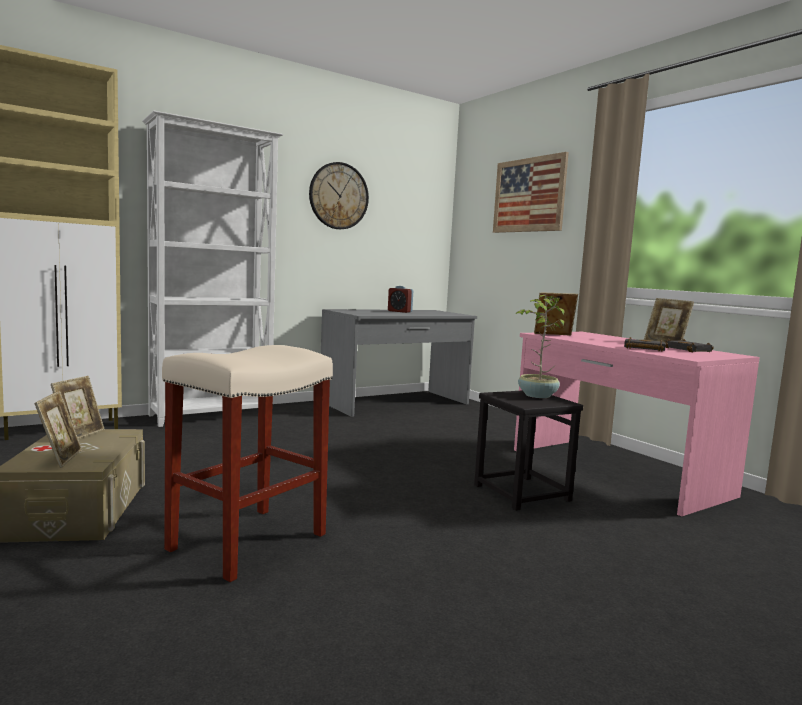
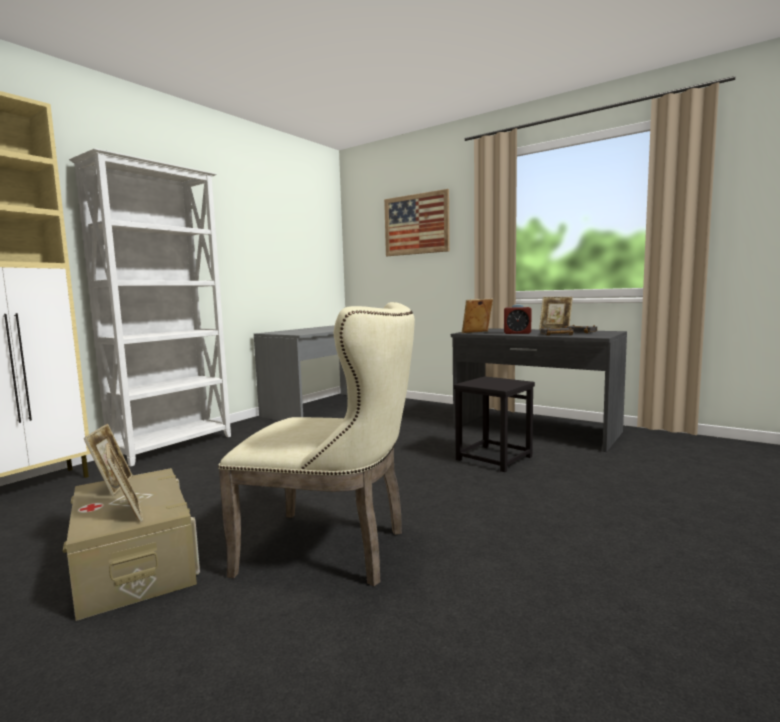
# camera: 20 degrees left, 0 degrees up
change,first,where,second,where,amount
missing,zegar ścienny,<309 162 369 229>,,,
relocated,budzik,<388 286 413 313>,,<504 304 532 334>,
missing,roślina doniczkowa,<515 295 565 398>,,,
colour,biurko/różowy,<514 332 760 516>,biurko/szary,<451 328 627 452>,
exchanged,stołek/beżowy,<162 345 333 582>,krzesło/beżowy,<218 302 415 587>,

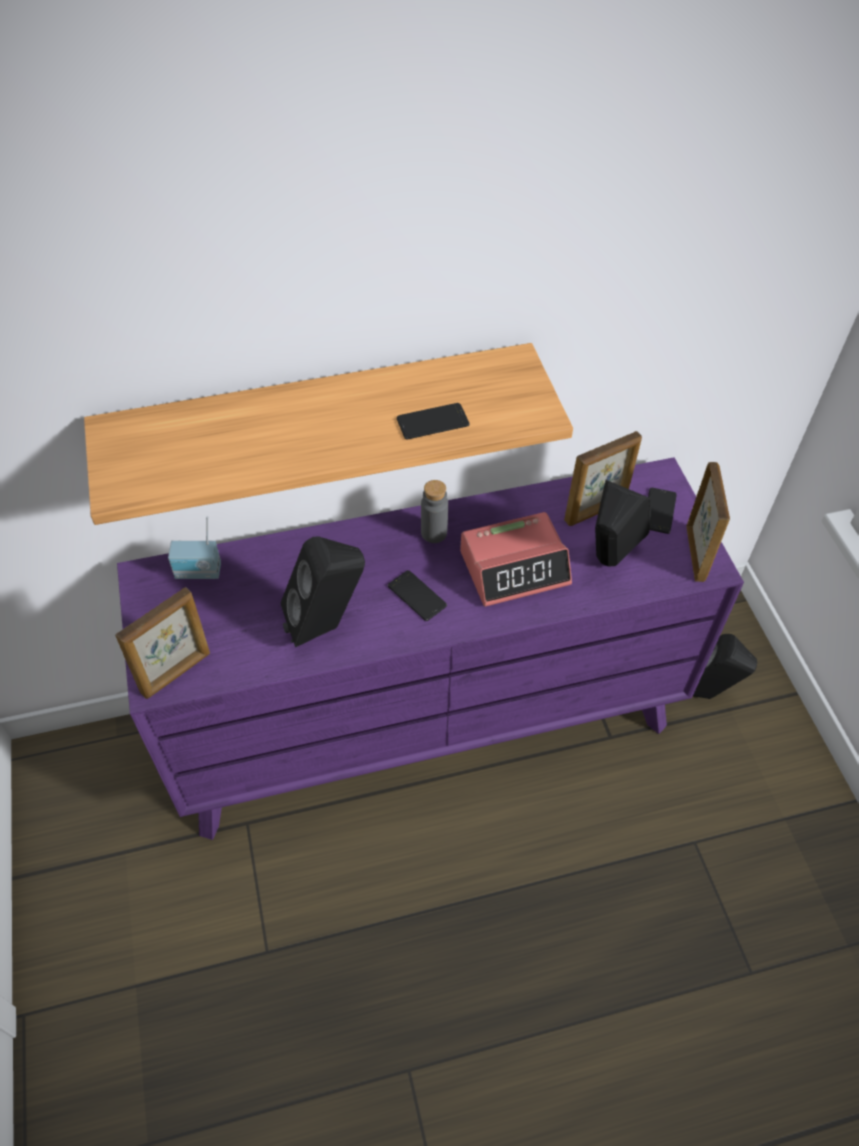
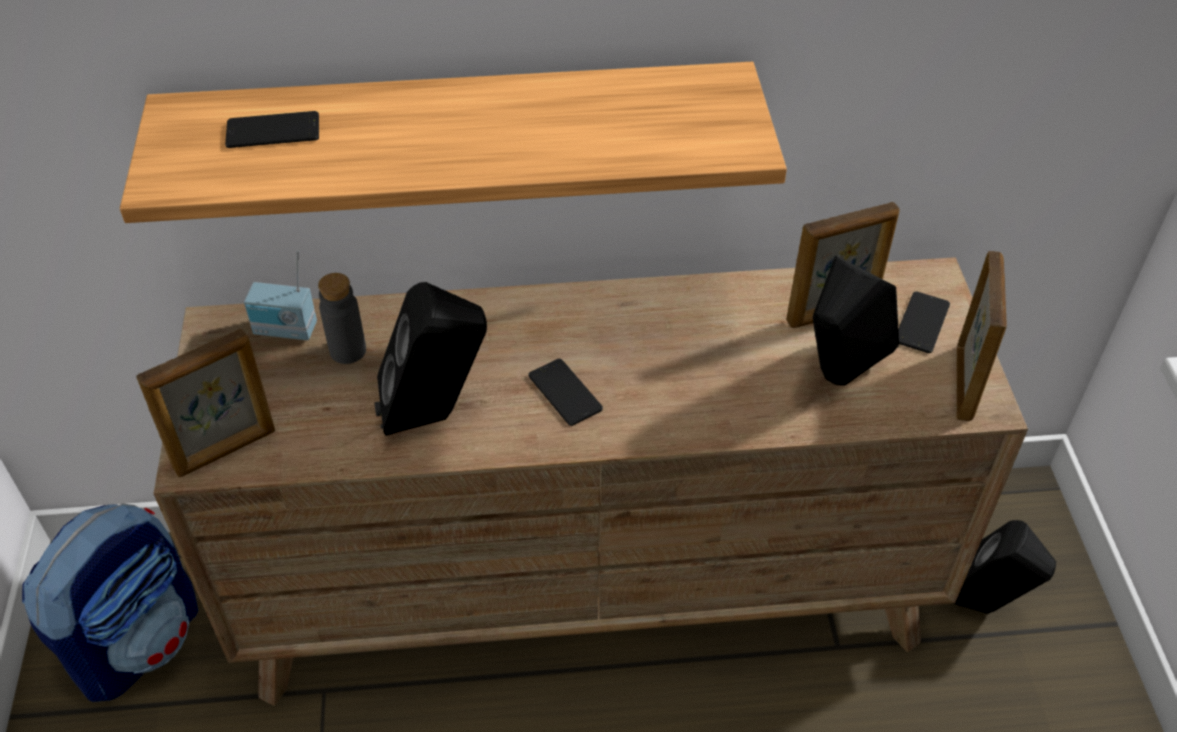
# camera: 10 degrees right, 5 degrees down
change,first,where,second,where,amount
relocated,telefon,<397 403 470 439>,,<225 111 319 148>,
colour,komoda/fioletowy,<117 457 744 840>,komoda/brązowy,<153 257 1028 706>,
relocated,butelka/szary,<421 480 448 543>,,<318 273 366 364>,
missing,budzik,<460 512 572 607>,,,
appeared,,,plecak,<22 504 198 702>,

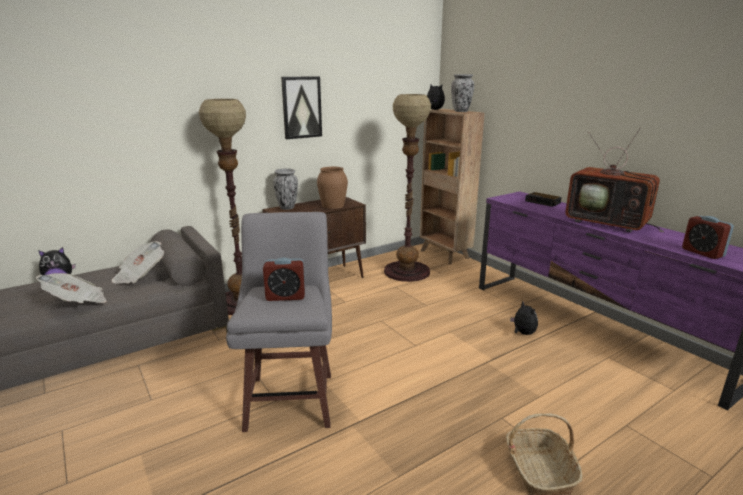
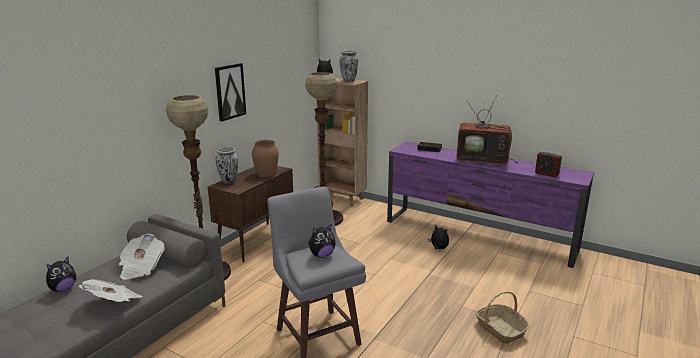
# camera: 25 degrees left, 0 degrees up
change,first,where,second,where,amount
exchanged,budzik,<263 258 305 301>,pluszak,<308 223 336 258>,

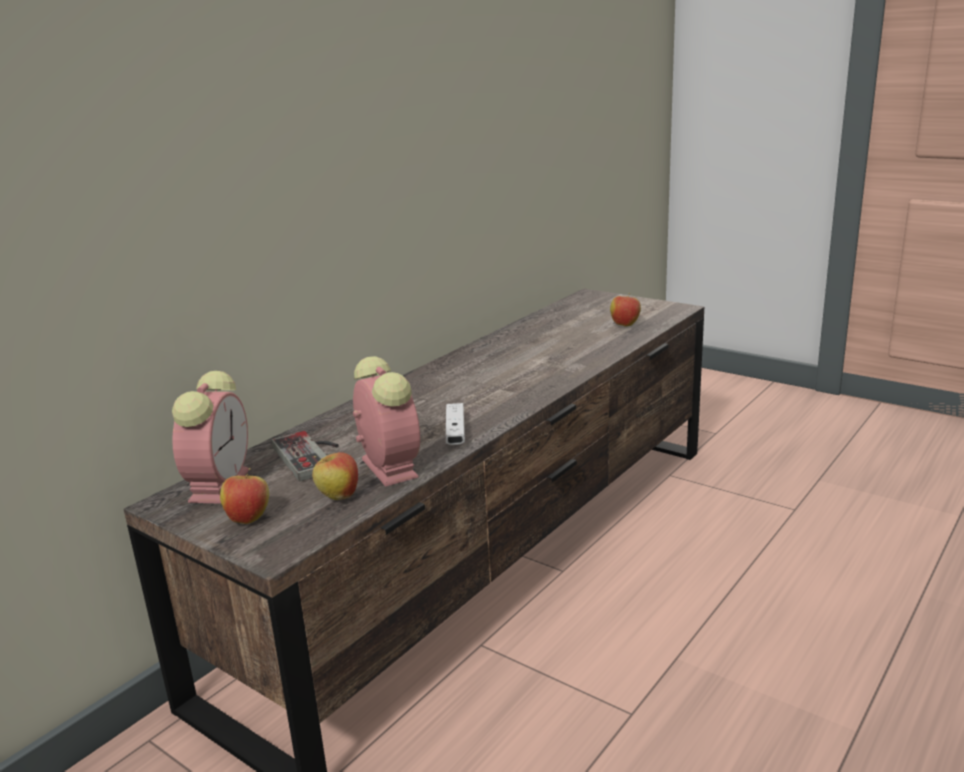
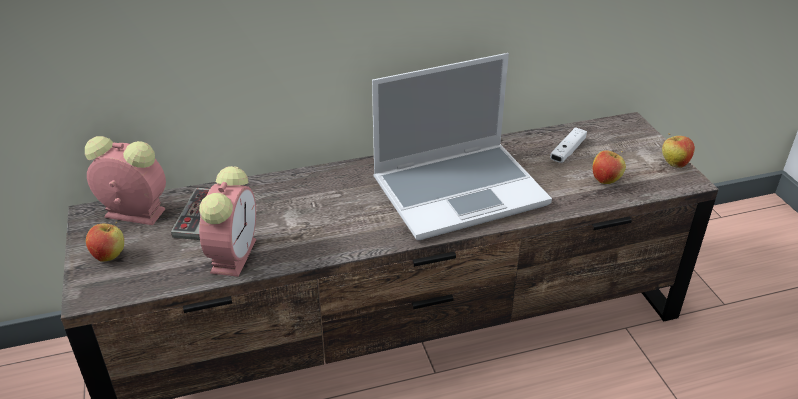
# camera: 35 degrees right, 15 degrees up
change,first,where,second,where,amount
spun,budzik,<172 370 249 504>,,<85 136 166 225>,120 degrees counterclockwise
relocated,pad do gier/biały,<446 403 465 445>,,<550 127 587 163>,
relocated,jabłko,<312 452 358 500>,,<662 133 695 168>,
appeared,,,laptop,<372 53 552 240>,

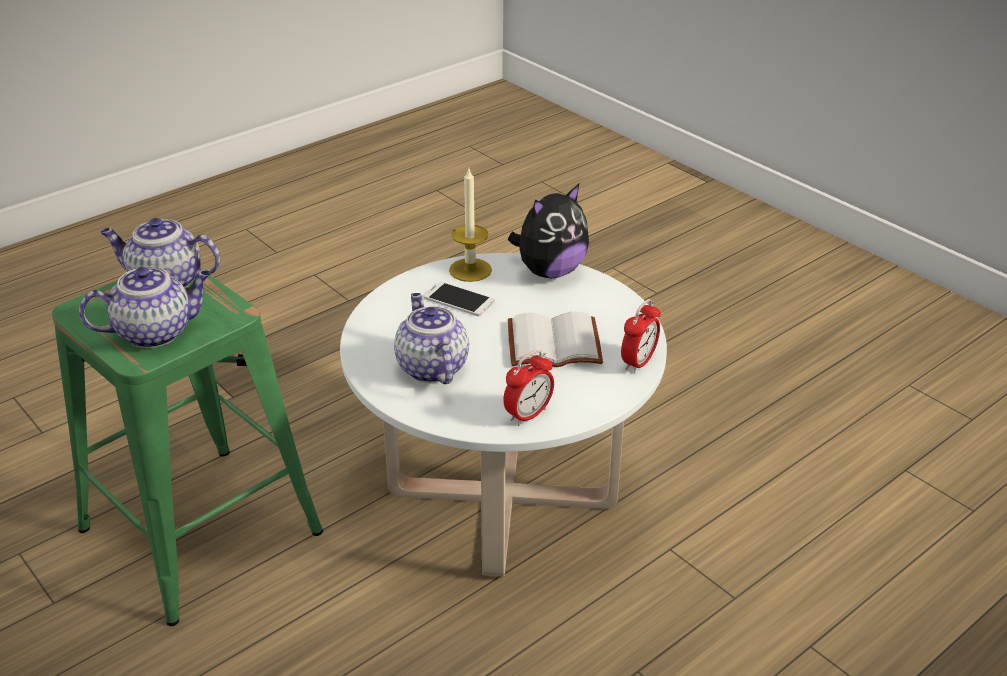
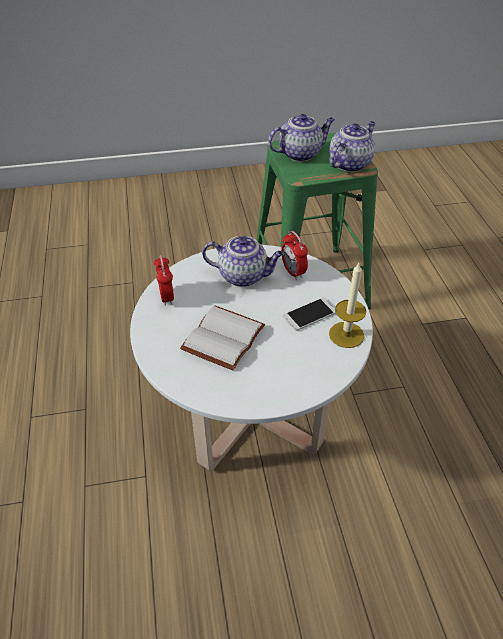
# camera: 120 degrees right, 10 degrees up
change,first,where,second,where,amount
missing,pluszak,<508 184 589 278>,,,
spun,imbryk,<79 267 211 348>,,<268 114 335 162>,120 degrees counterclockwise
relocated,budzik,<621 299 661 373>,,<281 231 308 280>,

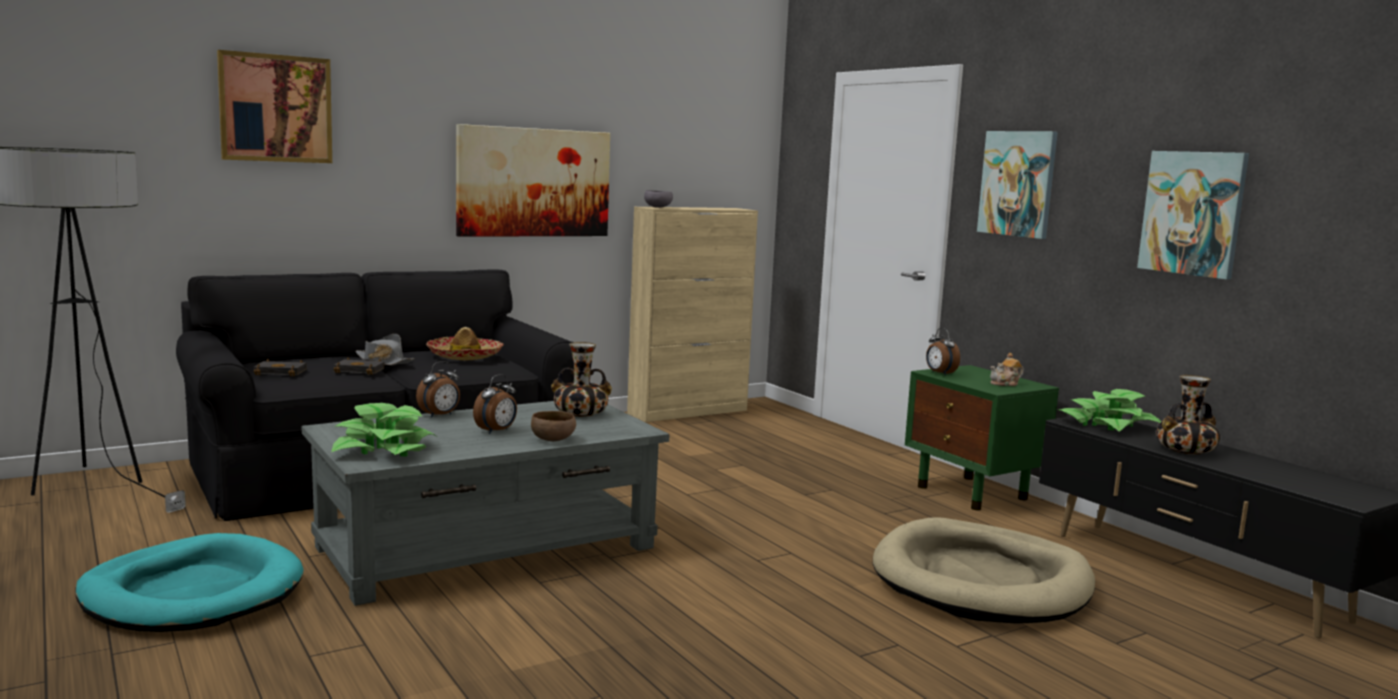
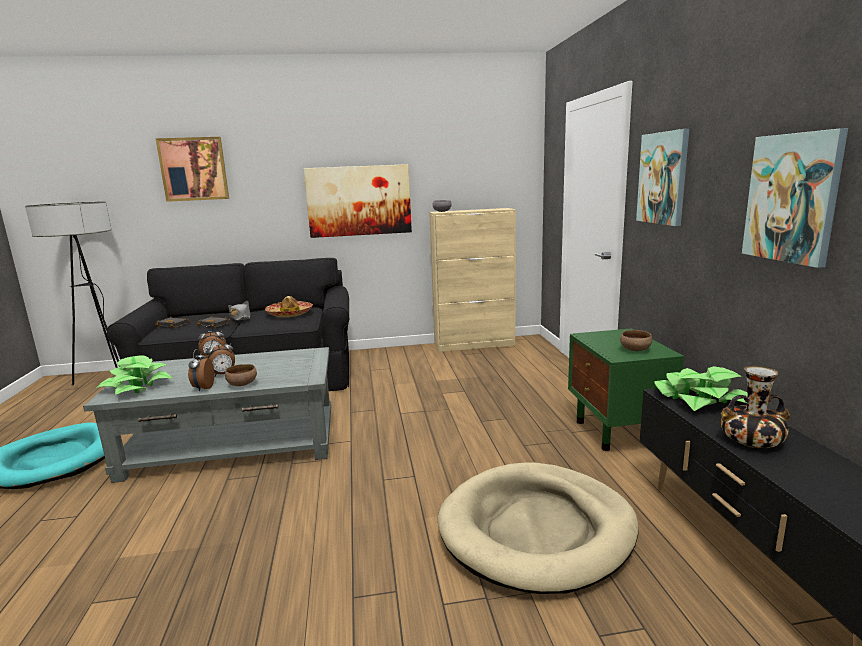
# camera: 25 degrees right, 5 degrees up
change,first,where,second,where,amount
relocated,budzik,<926 328 960 376>,,<188 349 214 392>,
missing,wazon,<551 342 612 417>,,,
exchanged,imbryk,<990 353 1024 386>,miska/brązowy,<620 330 652 351>,

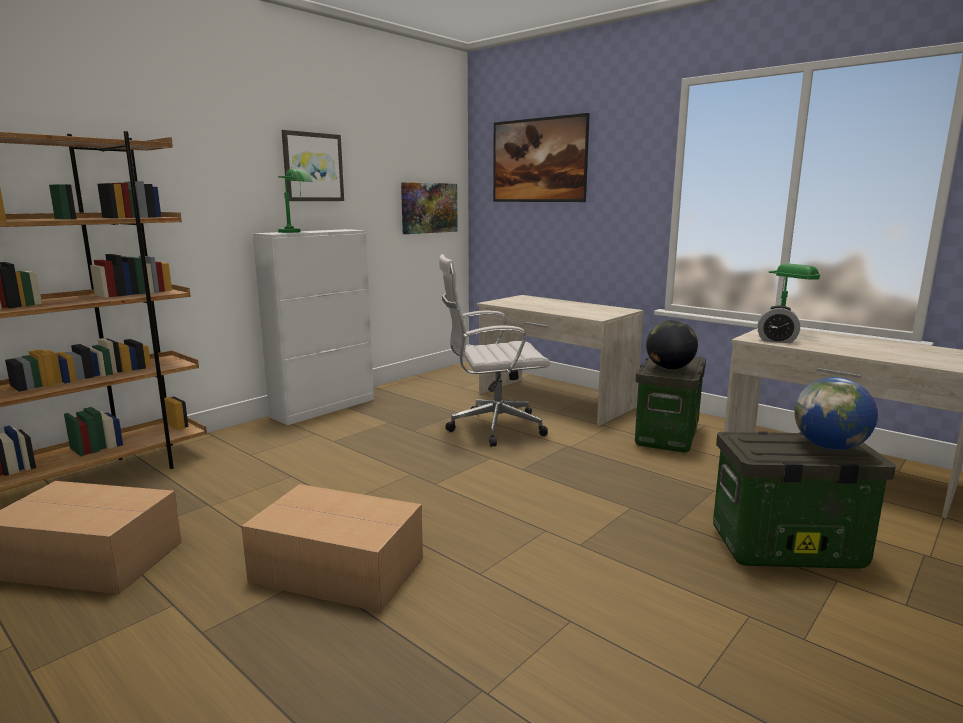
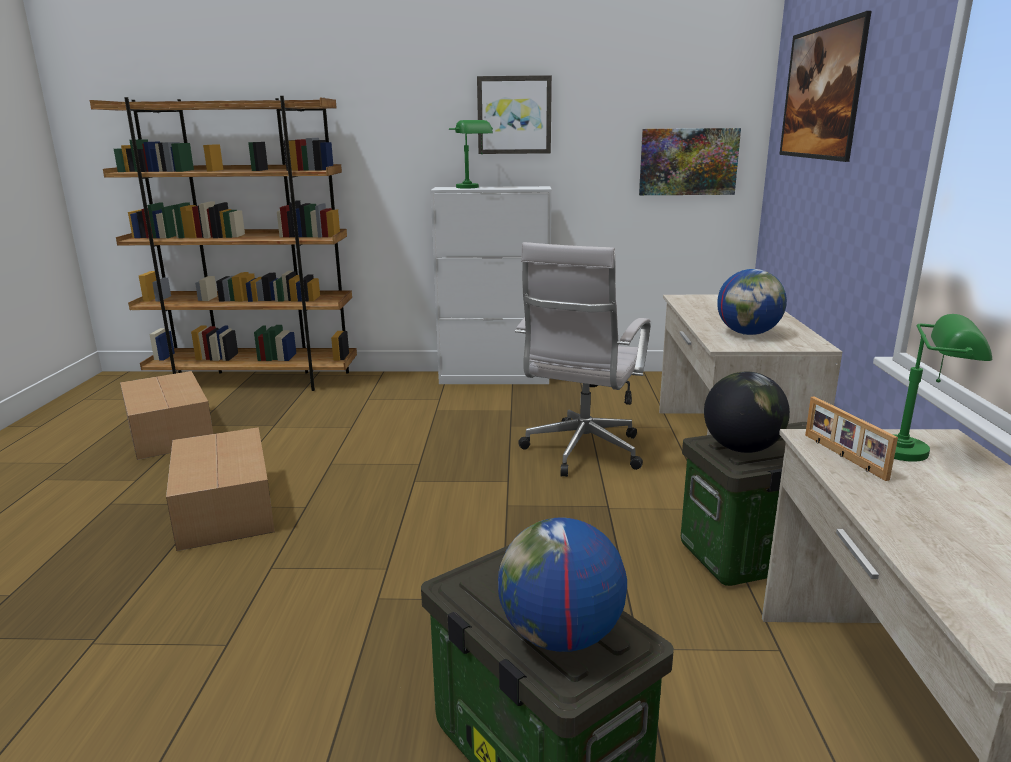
# camera: 50 degrees right, 5 degrees up
change,first,where,second,where,amount
spun,krzesło biurowe/biały,<439 254 550 447>,,<515 242 650 477>,105 degrees counterclockwise
exchanged,budzik,<758 306 800 343>,ramka na zdjęcie,<805 396 898 481>,
appeared,,,globus,<717 269 787 335>,

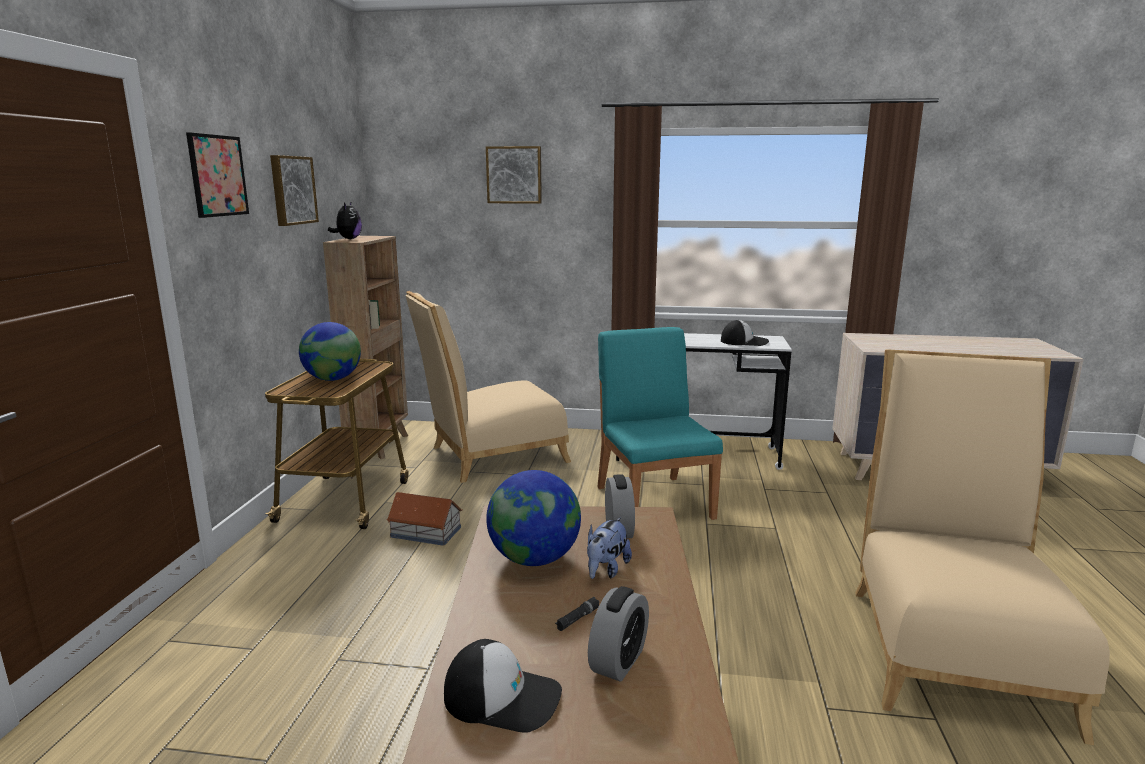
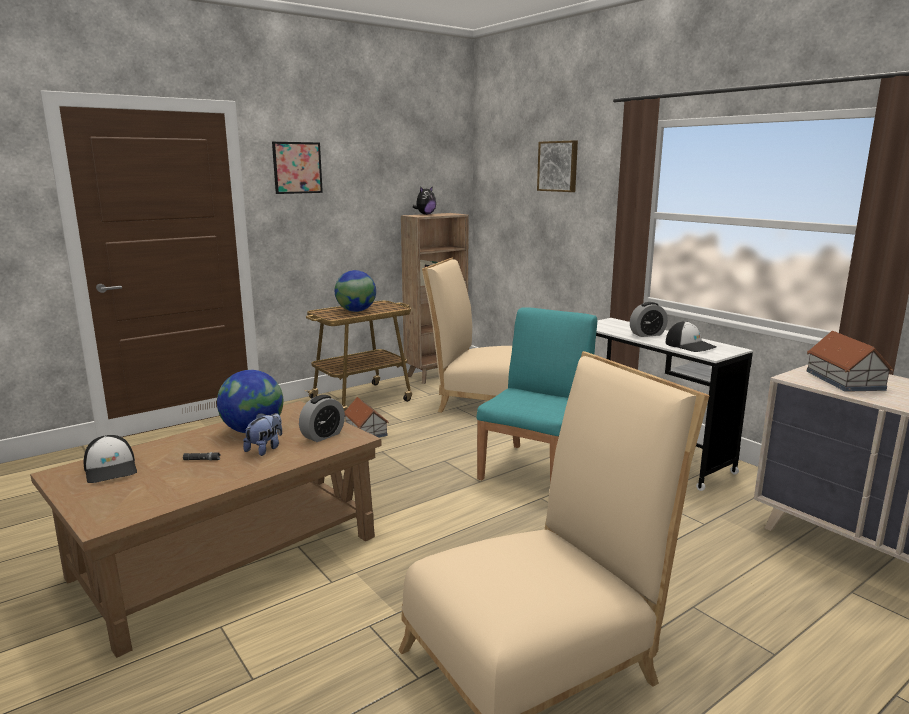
# camera: 45 degrees right, 0 degrees up
change,first,where,second,where,amount
missing,obraz,<270 155 319 226>,,,
spun,pluszak,<587 517 632 579>,,<243 413 282 456>,135 degrees clockwise
relocated,budzik,<588 586 649 681>,,<630 302 668 337>,
appeared,,,domek,<807 331 893 392>,

